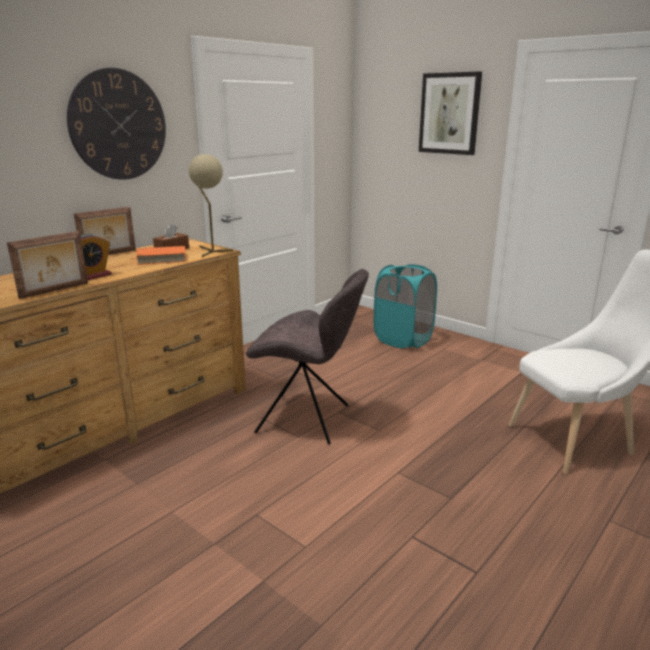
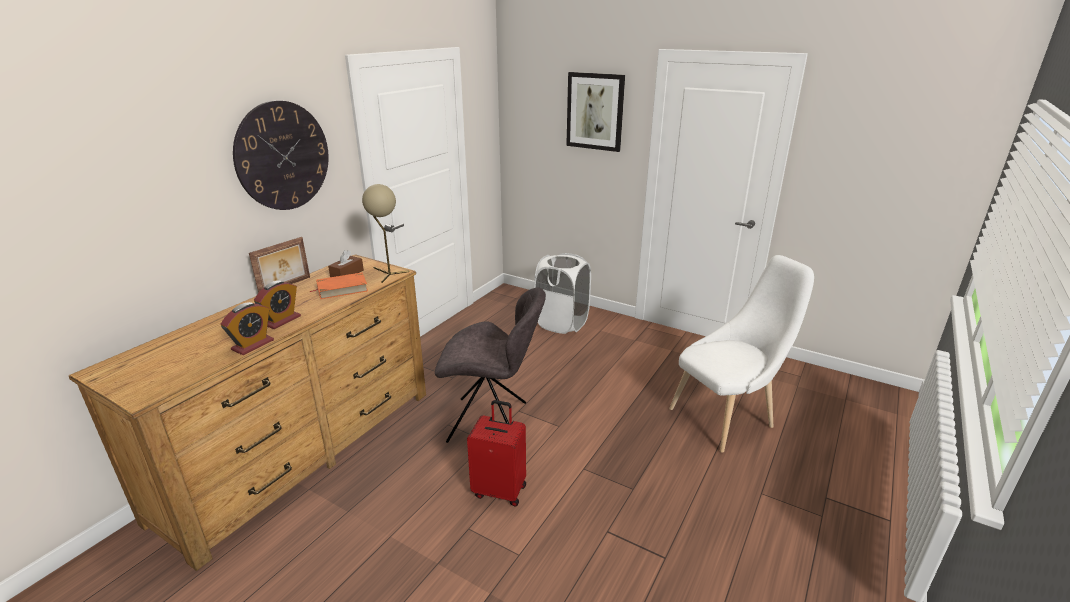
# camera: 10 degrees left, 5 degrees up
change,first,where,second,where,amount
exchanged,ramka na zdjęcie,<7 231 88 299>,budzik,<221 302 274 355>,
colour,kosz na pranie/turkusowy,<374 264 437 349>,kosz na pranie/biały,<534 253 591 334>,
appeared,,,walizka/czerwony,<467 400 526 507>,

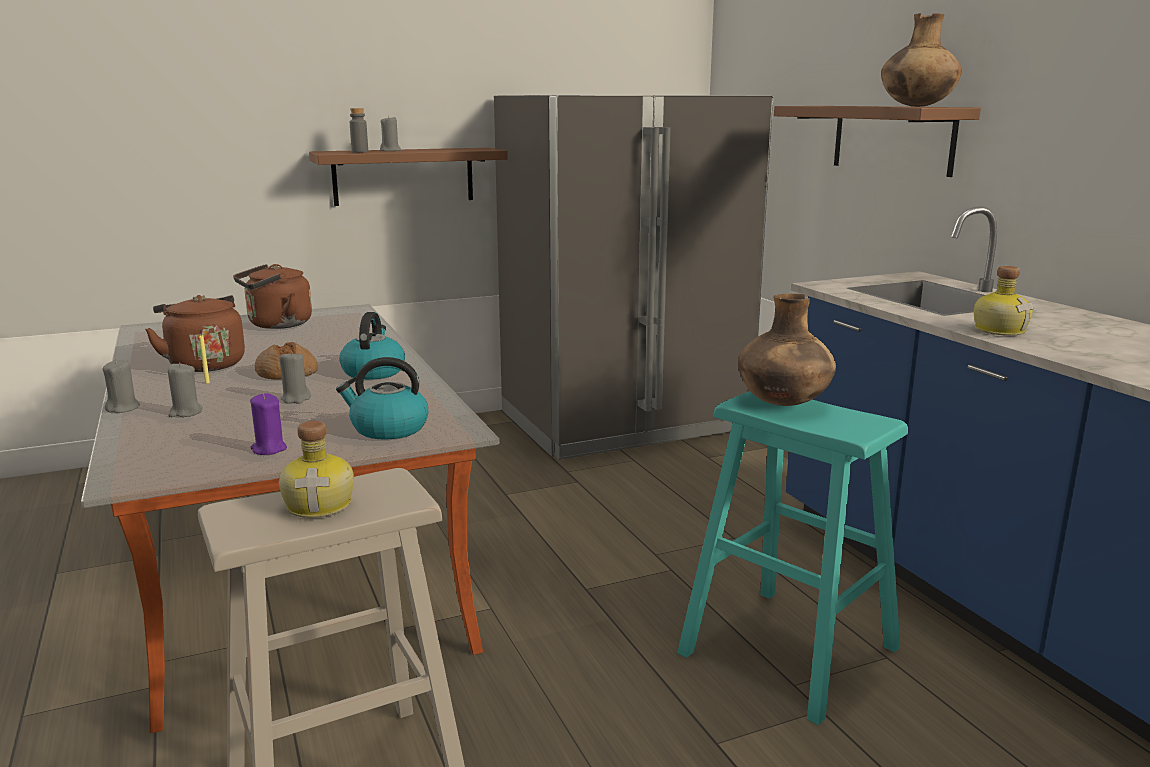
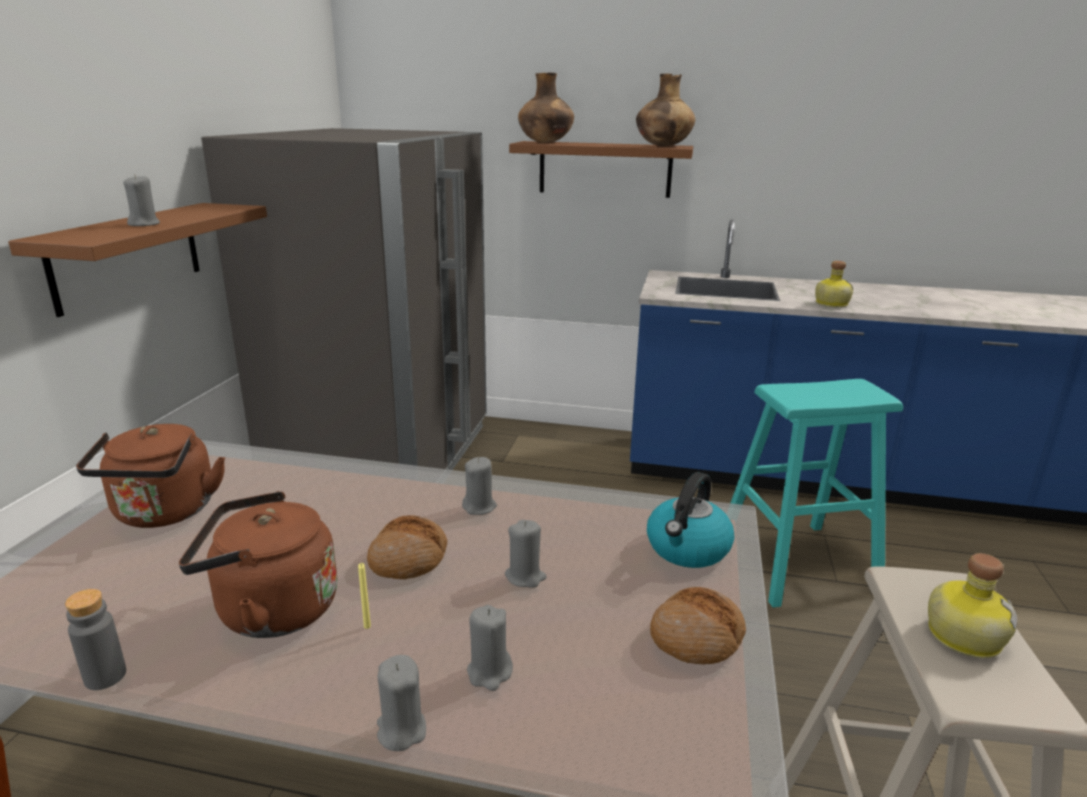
# camera: 55 degrees left, 5 degrees up
change,first,where,second,where,amount
relocated,butelka/szary,<350 108 368 153>,,<65 589 126 690>,
relocated,wazon/brązowy,<738 293 836 406>,,<518 73 574 143>,
exchanged,czajnik,<339 312 405 380>,świeca/szary,<462 457 497 515>,
exchanged,świeca/fioletowy,<250 393 287 455>,chleb,<650 587 746 664>,

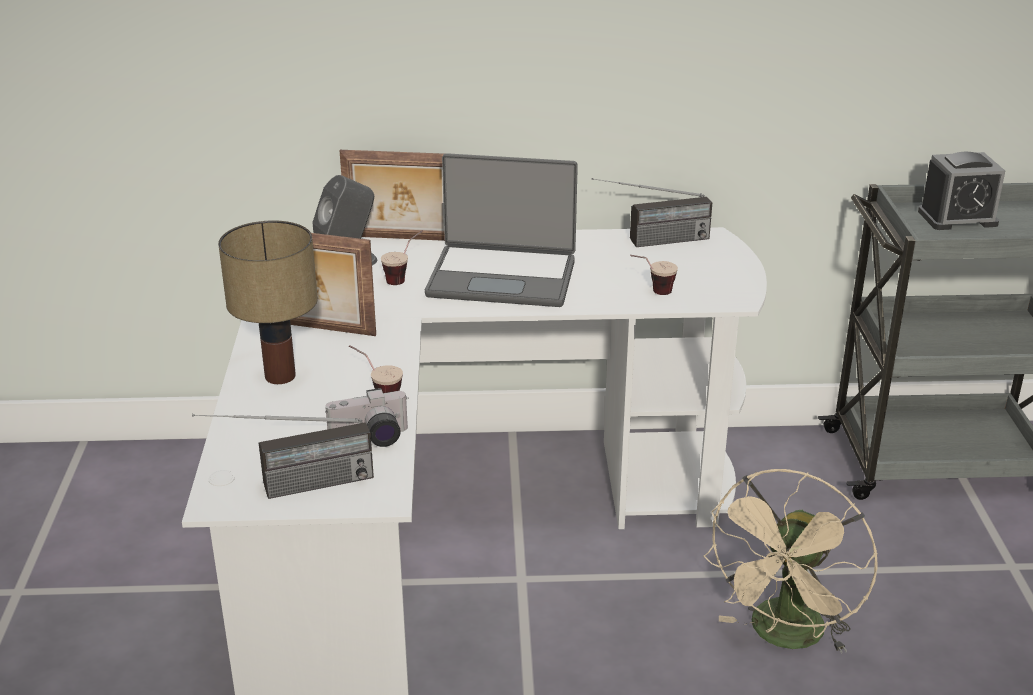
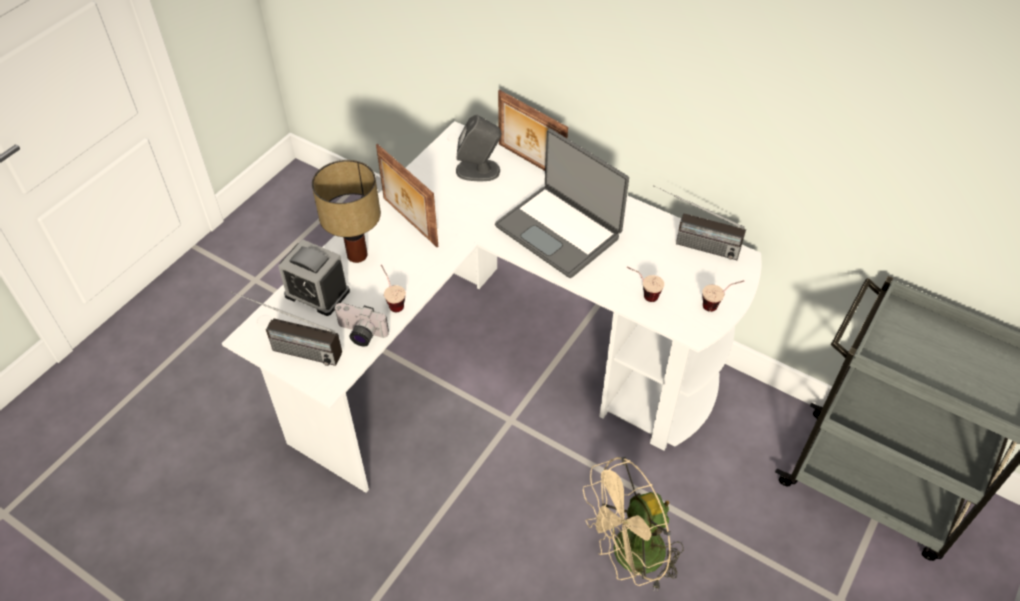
# camera: 35 degrees right, 20 degrees up
change,first,where,second,where,amount
relocated,budzik,<918 152 1005 230>,,<278 239 350 316>,
relocated,filiżanka,<381 231 423 285>,,<702 280 744 312>,

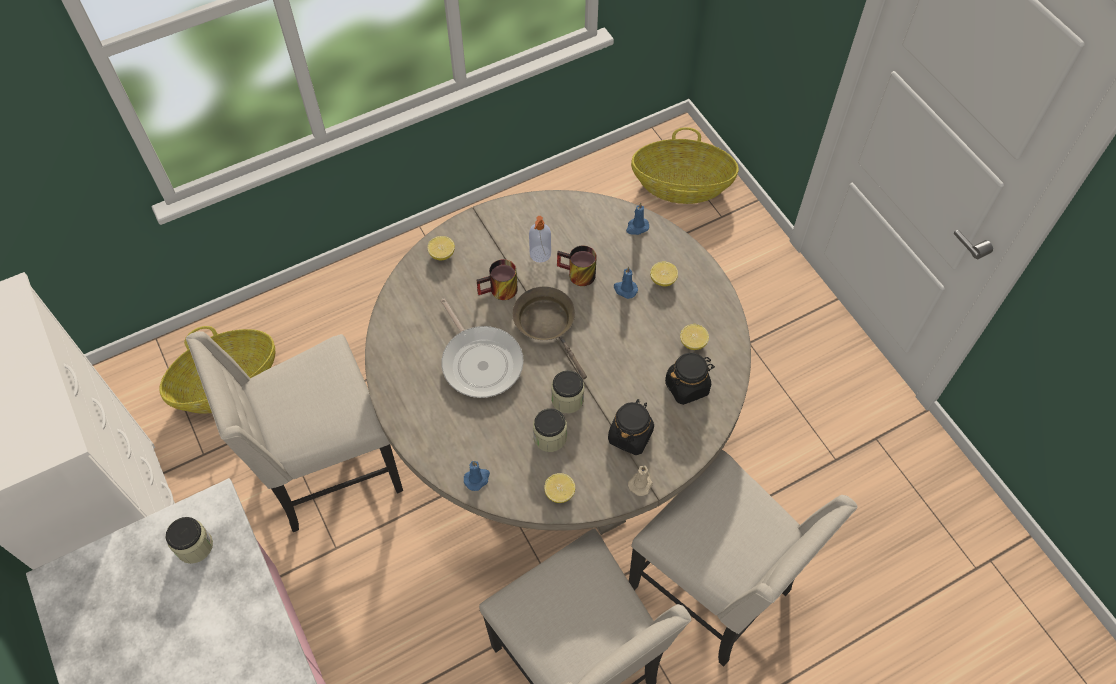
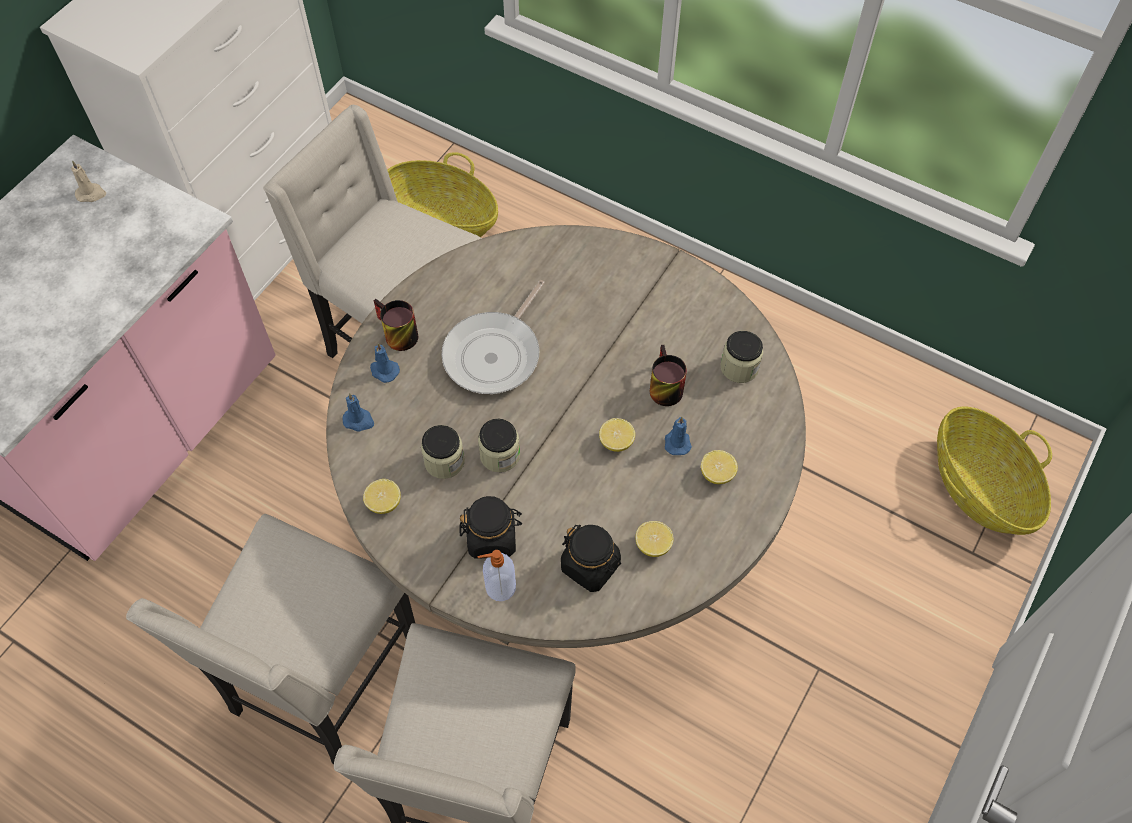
# camera: 60 degrees right, 0 degrees up
change,first,where,second,where,amount
relocated,świeca/niebieski,<626 203 649 235>,,<370 343 400 383>,
relocated,dozownik mydła,<529 216 551 263>,,<478 550 516 601>,
relocated,cytryna,<428 236 455 261>,,<599 418 635 452>,
relocated,kubek,<476 259 518 300>,,<374 299 418 351>,
missing,patelnia/brązowy,<512 287 587 379>,,,
relocated,świeca/beżowy,<628 466 653 496>,,<71 160 106 202>,
relocated,słoik,<166 517 213 564>,,<720 331 763 383>,

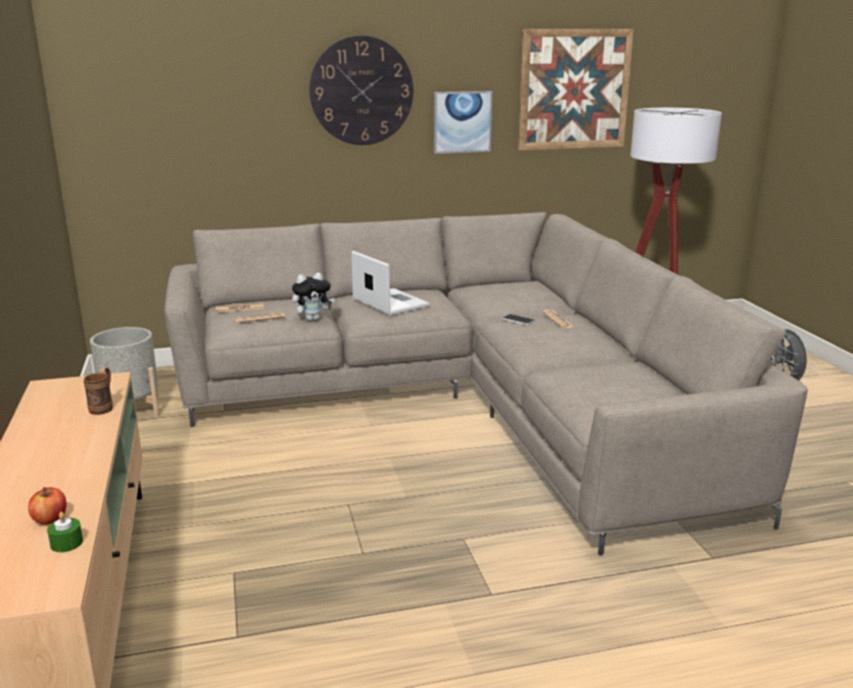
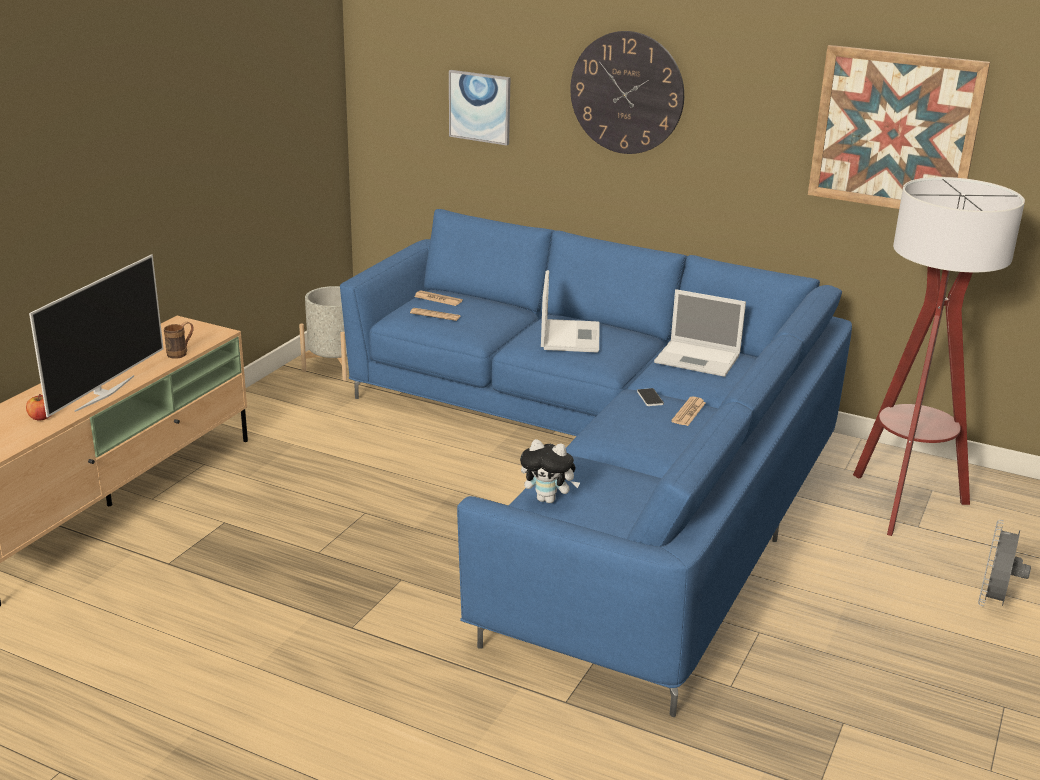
# camera: 40 degrees right, 5 degrees up
change,first,where,second,where,amount
relocated,obraz,<434 91 492 154>,,<449 70 511 145>,
colour,kanapa/beżowy,<165 212 808 556>,kanapa/niebieski,<340 209 852 717>,
relocated,pluszak,<292 273 335 321>,,<520 439 580 503>,
missing,świeca/zielony,<47 512 83 552>,,,
appeared,,,telewizor,<29 254 164 417>,
appeared,,,laptop,<654 289 746 377>,

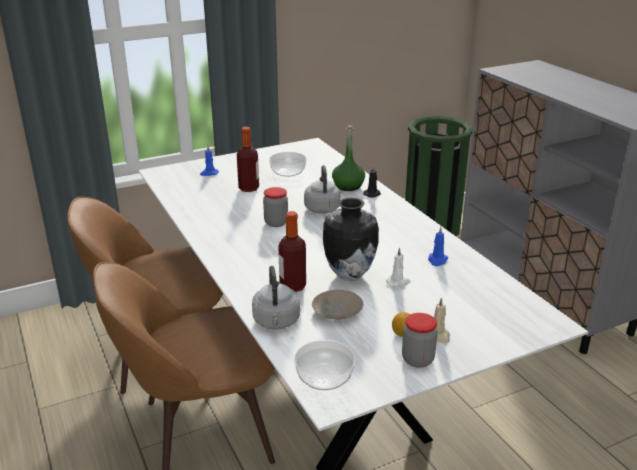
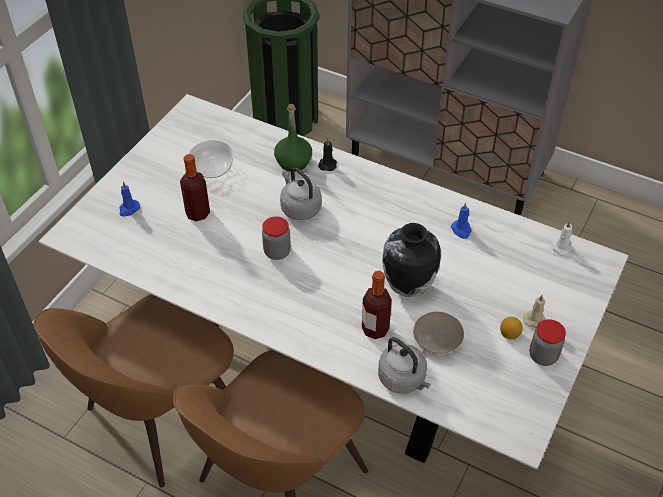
# camera: 35 degrees left, 20 degrees up
change,first,where,second,where,amount
relocated,świeca/biały,<386 247 411 287>,,<551 221 573 255>,
missing,miska,<294 340 356 390>,,,

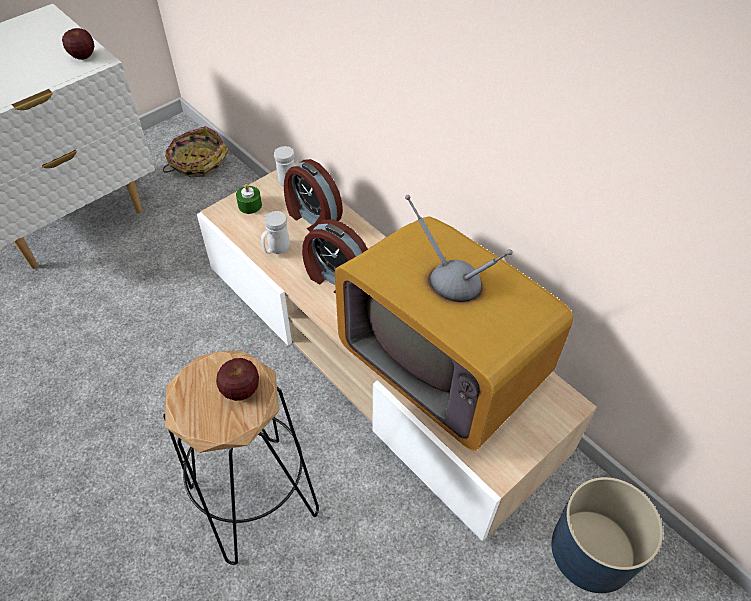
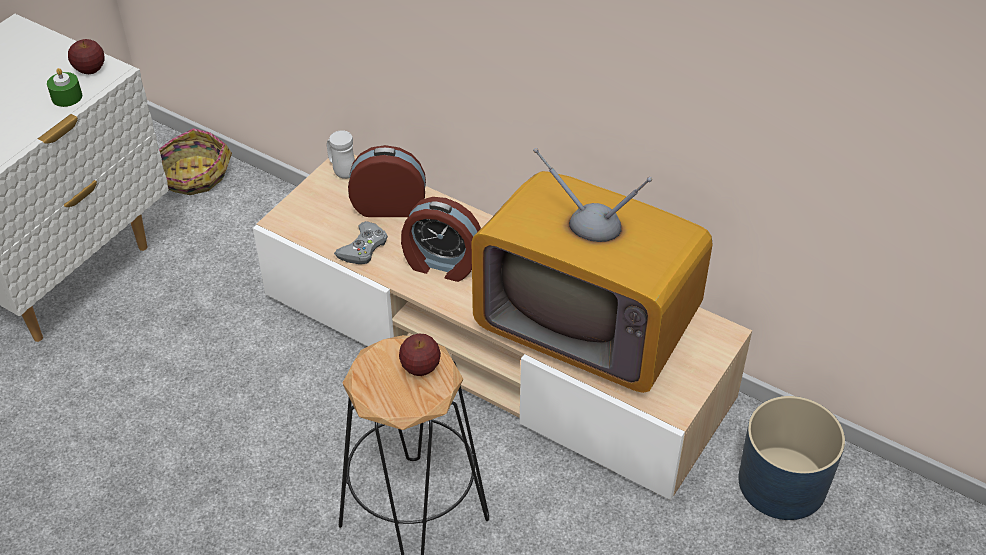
# camera: 15 degrees left, 5 degrees down
change,first,where,second,where,amount
spun,budzik,<284 159 343 232>,,<348 145 426 217>,150 degrees clockwise
relocated,świeca/zielony,<236 184 262 214>,,<47 68 82 107>,
exchanged,kubek/biały,<261 211 290 254>,pad do gier/szary,<334 221 388 264>,

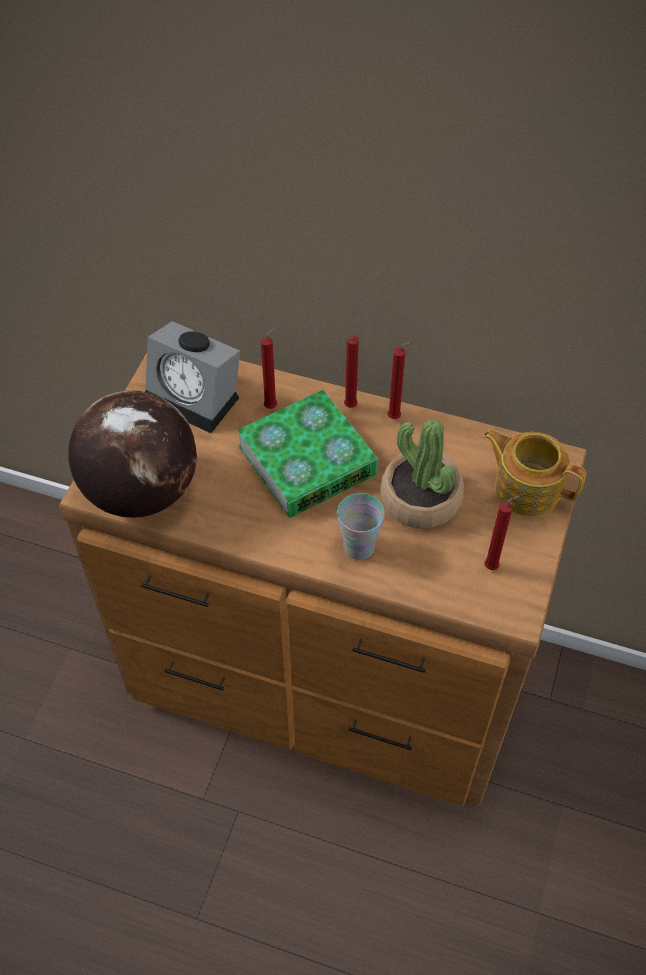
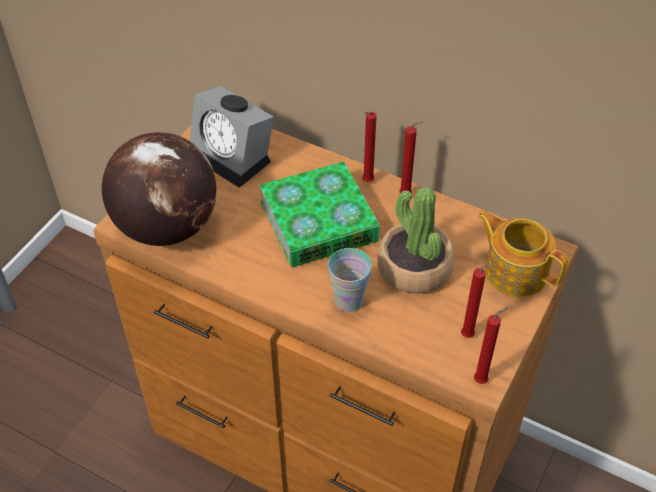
# camera: 10 degrees right, 5 degrees down
change,first,where,second,where,amount
relocated,świeca/czerwony,<261 327 277 409>,,<474 307 508 384>,

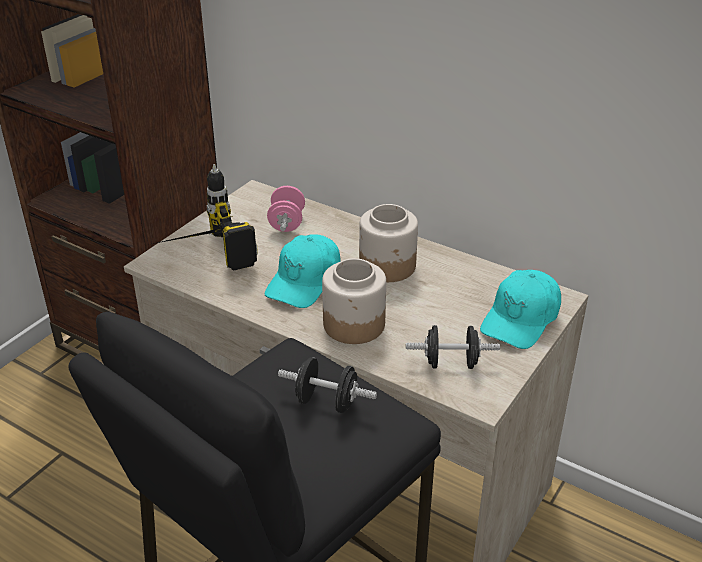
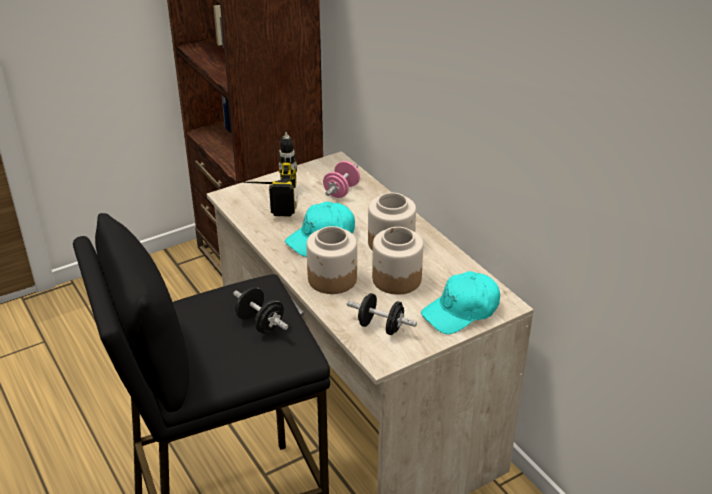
# camera: 25 degrees right, 0 degrees up
change,first,where,second,where,amount
appeared,,,słoik,<372 227 423 295>,

